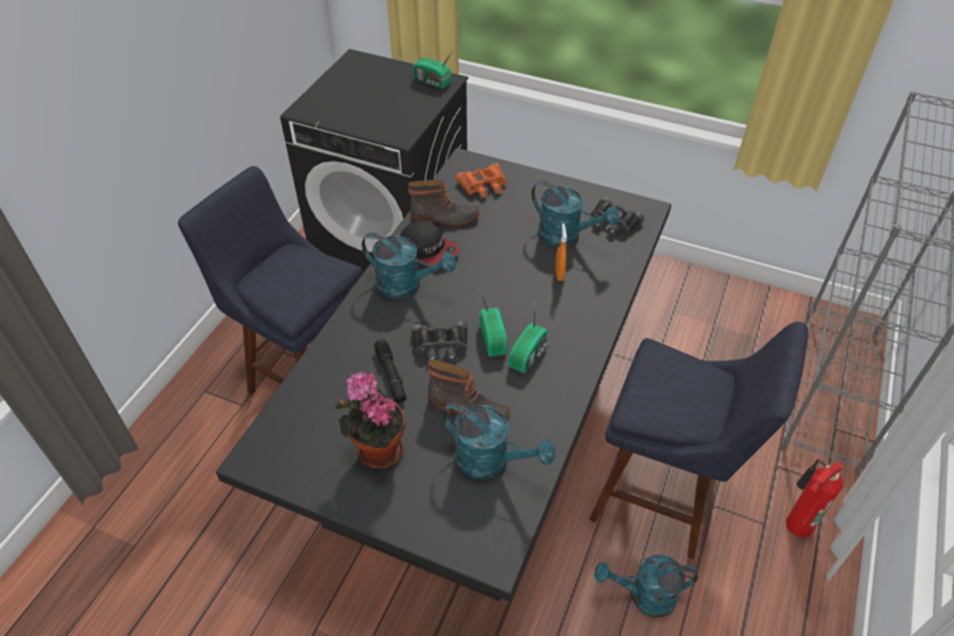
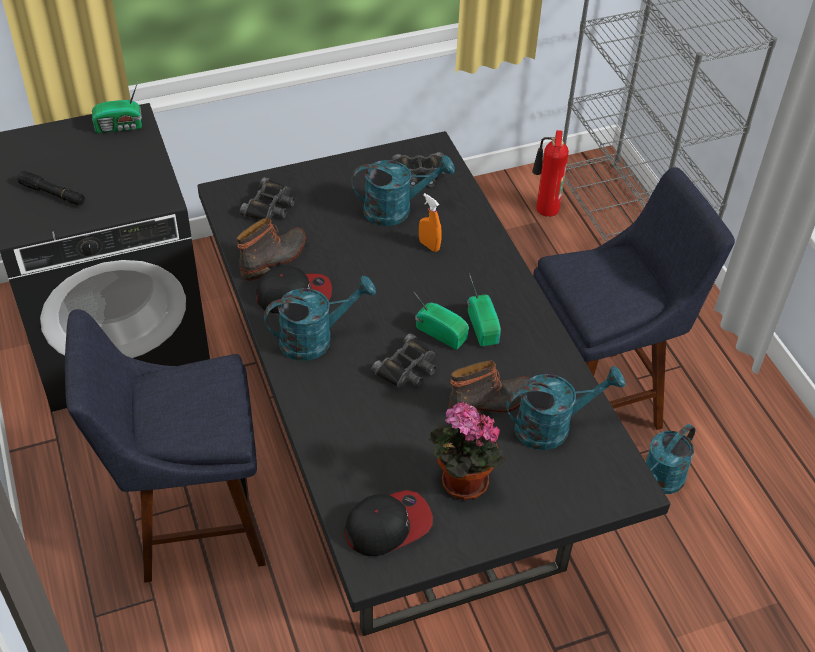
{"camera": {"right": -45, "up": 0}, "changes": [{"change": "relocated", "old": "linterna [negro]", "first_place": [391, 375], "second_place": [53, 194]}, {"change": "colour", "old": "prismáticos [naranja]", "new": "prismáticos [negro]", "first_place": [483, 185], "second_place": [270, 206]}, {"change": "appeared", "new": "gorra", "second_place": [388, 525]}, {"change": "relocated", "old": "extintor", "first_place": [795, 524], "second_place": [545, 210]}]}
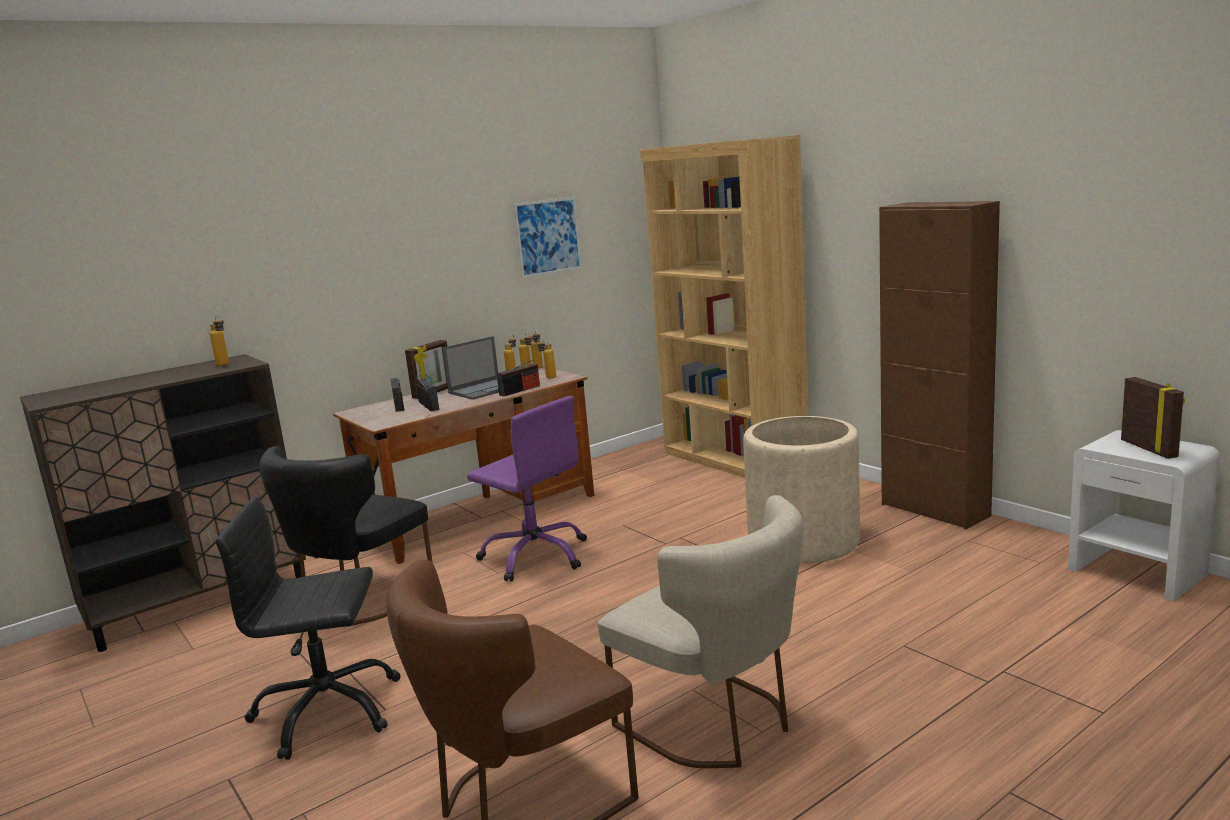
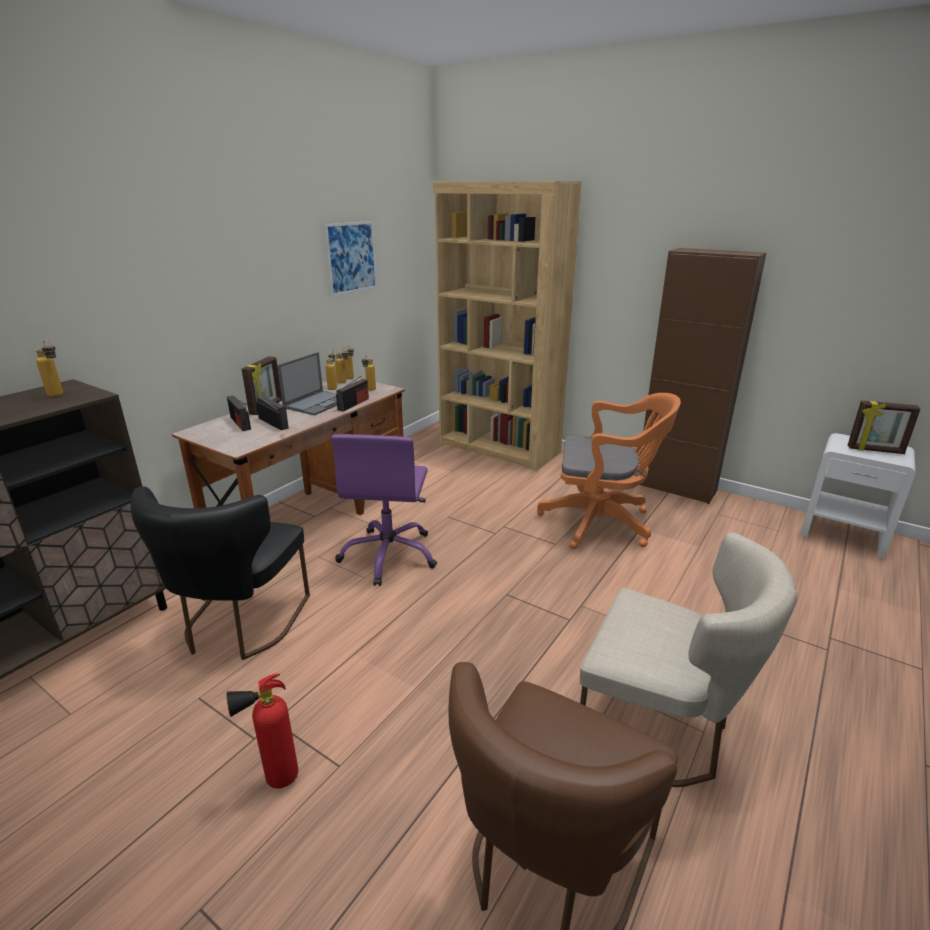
{"camera": {"right": -20, "up": 10}, "changes": [{"change": "exchanged", "old": "silla de oficina [negro]", "new": "extintor", "first_place": [326, 711], "second_place": [274, 780]}, {"change": "spun", "old": "silla de oficina [morado]", "first_place": [535, 556], "second_place": [389, 555], "degrees": 75}, {"change": "exchanged", "old": "maceta [beis]", "new": "silla de oficina [naranja]", "first_place": [803, 541], "second_place": [602, 523]}, {"change": "spun", "old": "portarretratos", "first_place": [1149, 449], "second_place": [875, 450], "degrees": 135}]}
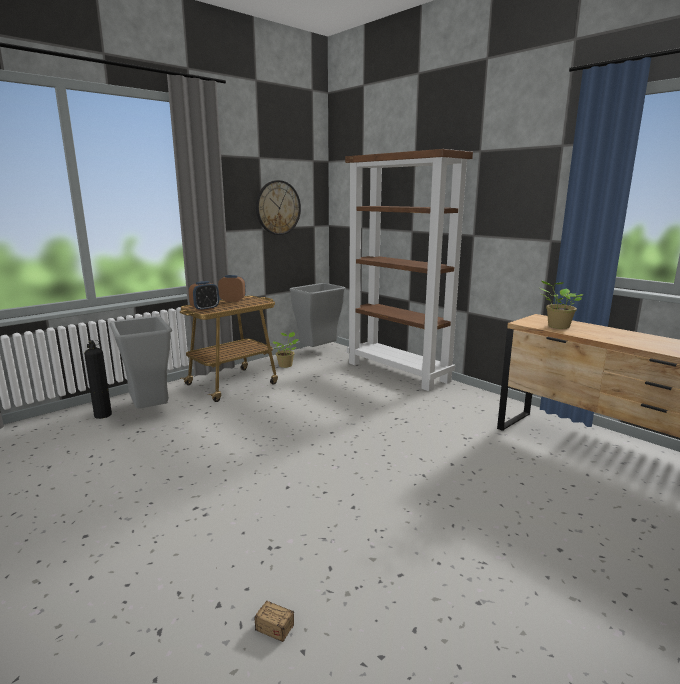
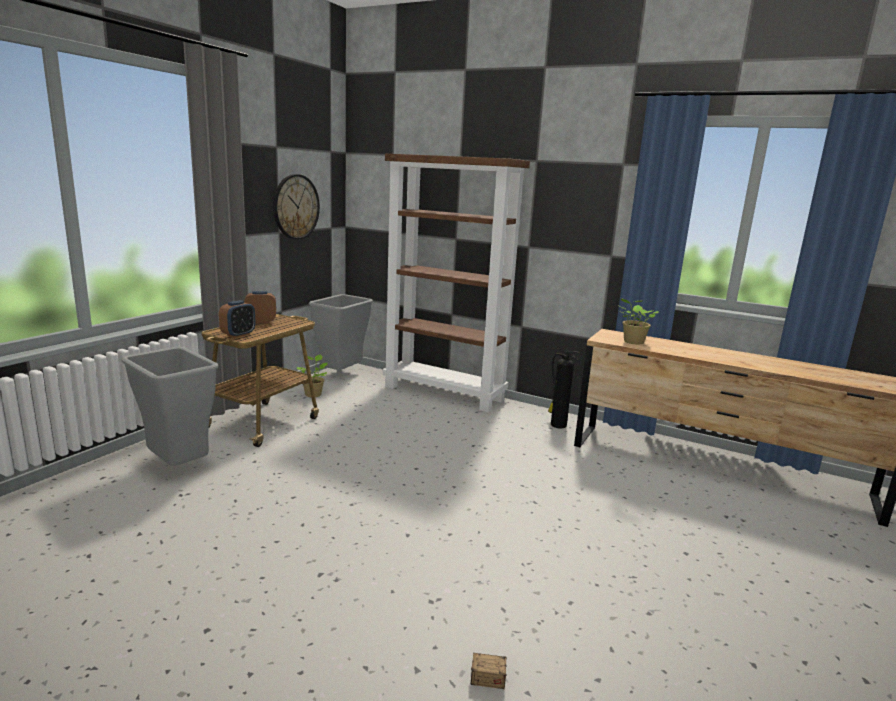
{"camera": {"right": -20, "up": 0}, "changes": [{"change": "relocated", "old": "extintor", "first_place": [103, 414], "second_place": [557, 425]}]}
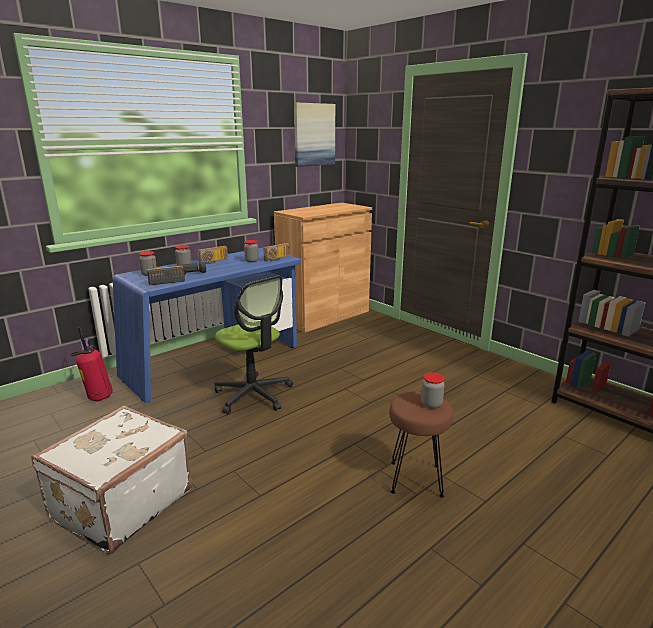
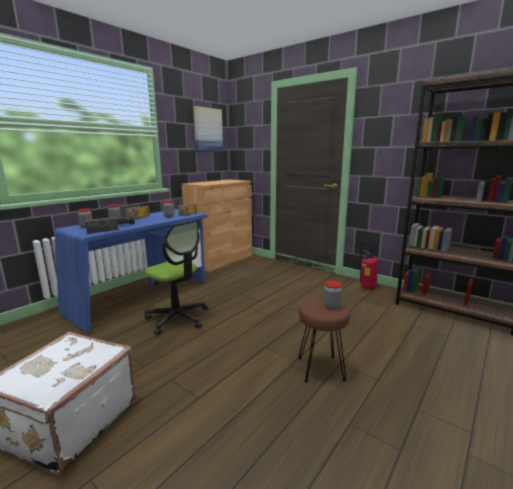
{"camera": {"right": -10, "up": -5}, "changes": [{"change": "relocated", "old": "extintor", "first_place": [98, 398], "second_place": [366, 288]}]}
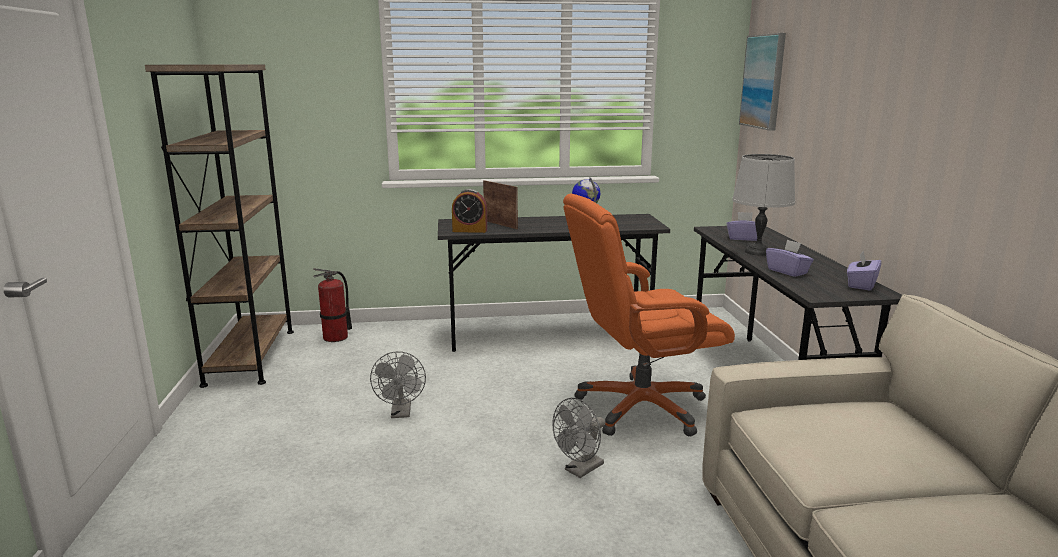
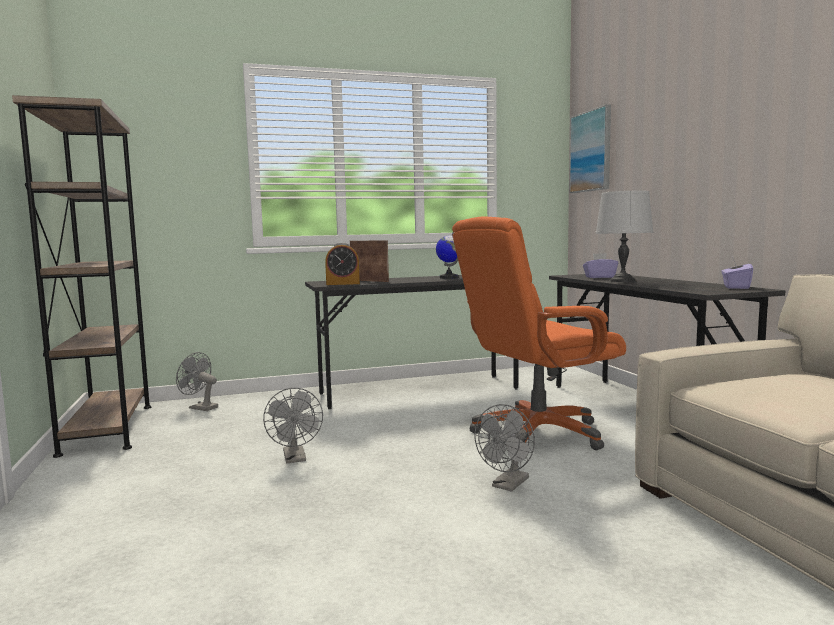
{"camera": {"right": -10, "up": -10}, "changes": [{"change": "exchanged", "old": "extintor", "new": "ventilador [gris]", "first_place": [336, 337], "second_place": [200, 408]}, {"change": "missing", "old": "caja de pañuelos [morado]", "first_place": [787, 271]}]}
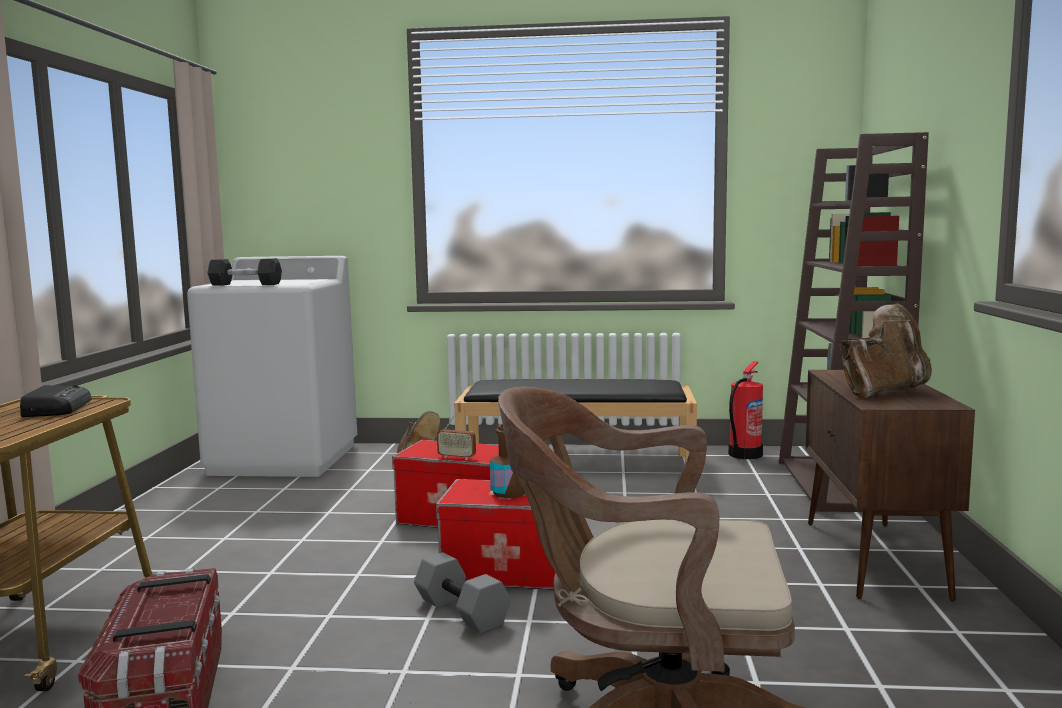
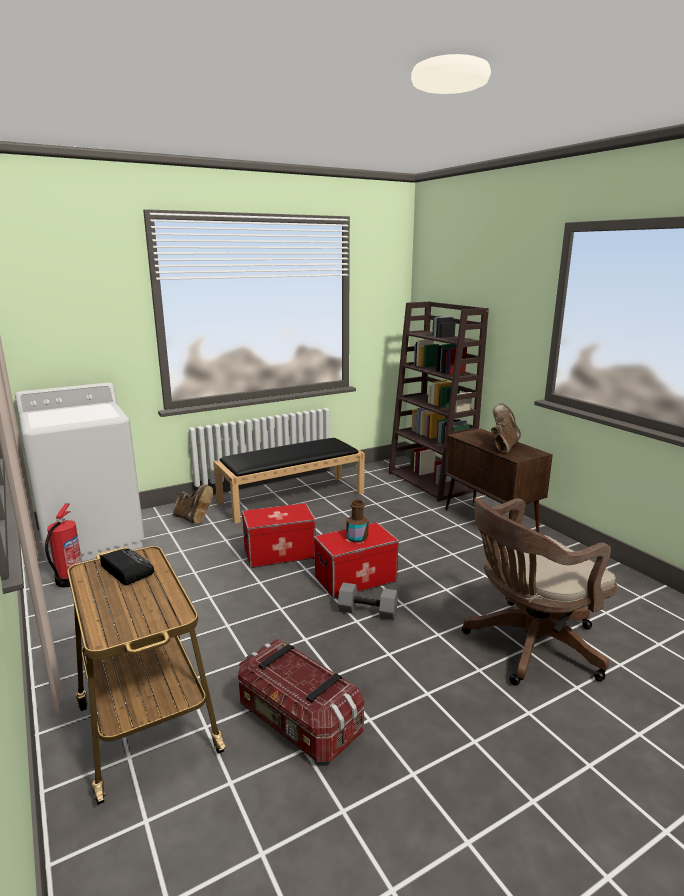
{"camera": {"right": -35, "up": 10}, "changes": [{"change": "relocated", "old": "extintor", "first_place": [744, 455], "second_place": [69, 580]}, {"change": "missing", "old": "mancuerna [gris]", "first_place": [245, 284]}, {"change": "missing", "old": "radio", "first_place": [457, 457]}]}
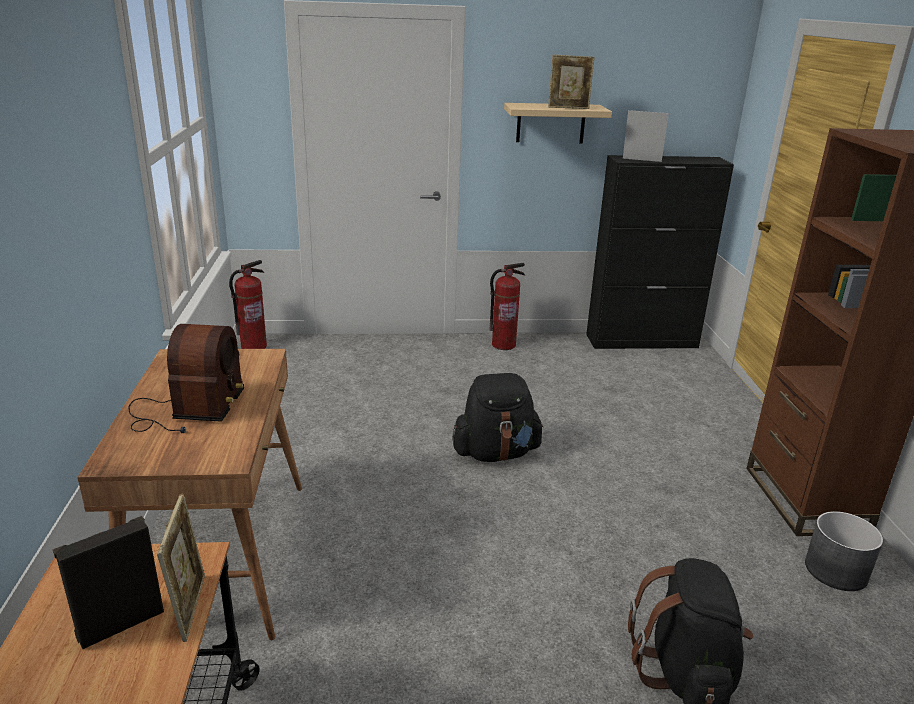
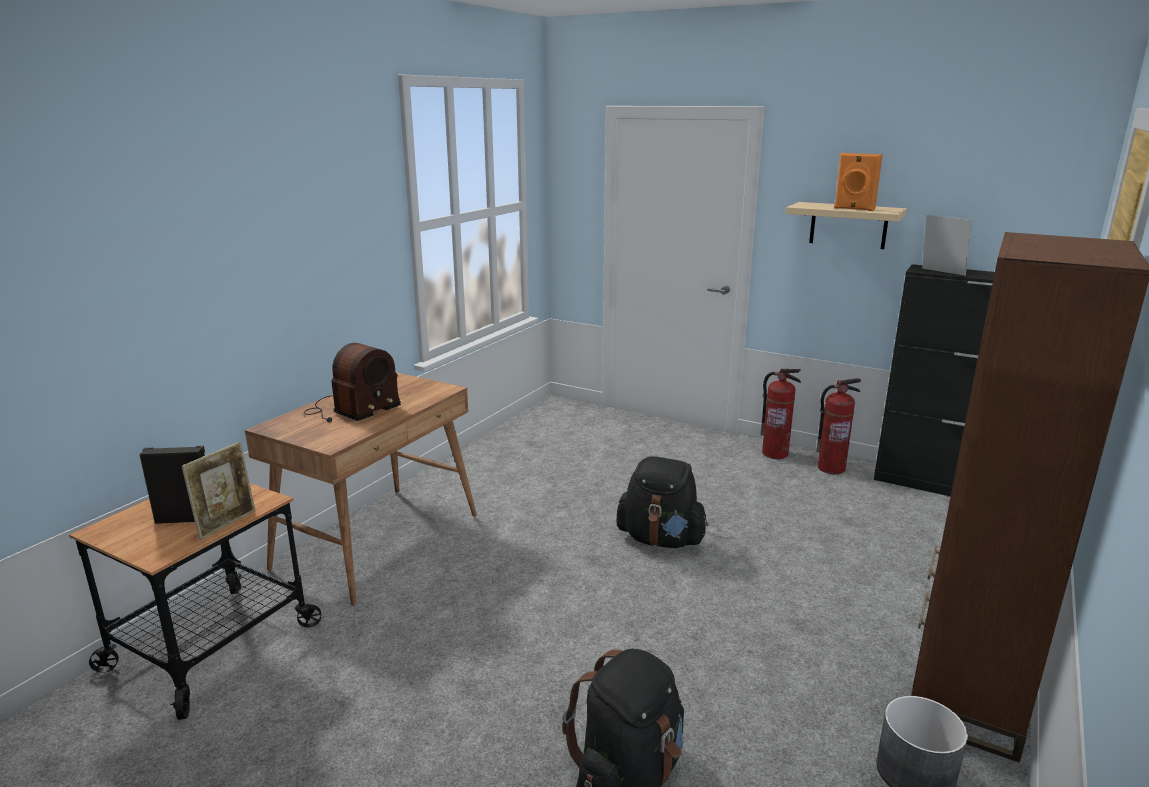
{"camera": {"right": 35, "up": -5}, "changes": [{"change": "relocated", "old": "extintor", "first_place": [254, 347], "second_place": [831, 468]}, {"change": "exchanged", "old": "portarretratos", "new": "altavoz [naranja]", "first_place": [568, 108], "second_place": [853, 209]}]}
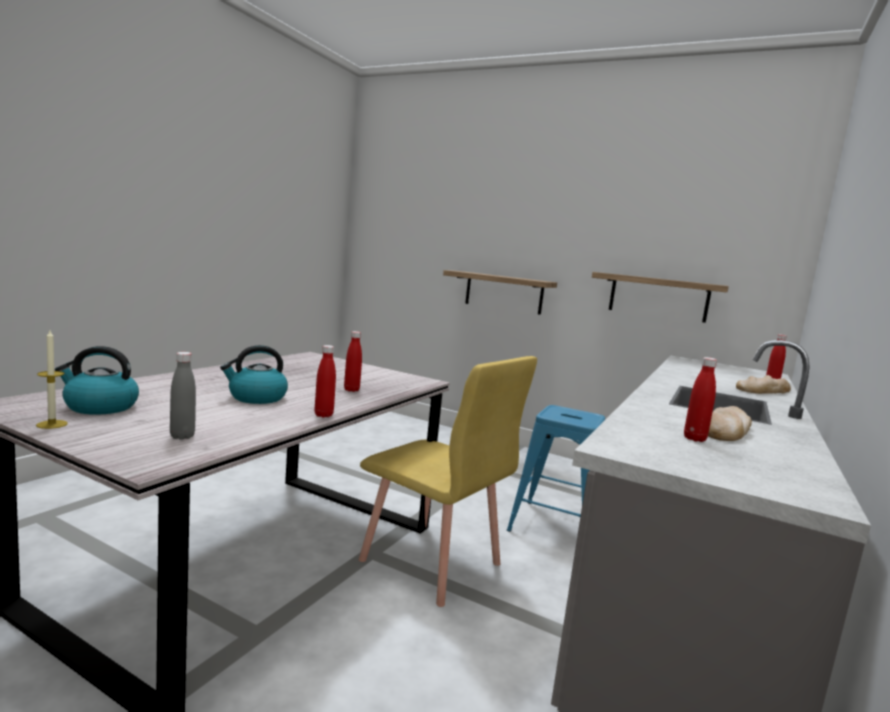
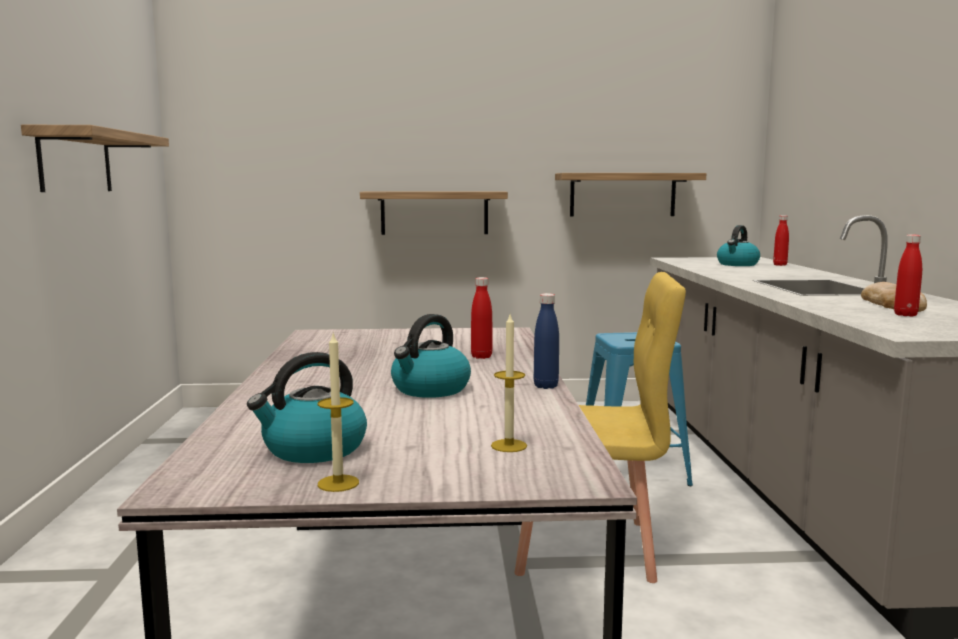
{"camera": {"right": -30, "up": 0}, "changes": [{"change": "appeared", "new": "estante", "second_place": [75, 162]}, {"change": "exchanged", "old": "botella [gris]", "new": "vela", "first_place": [182, 436], "second_place": [509, 446]}, {"change": "colour", "old": "botella [rojo]", "new": "botella [azul]", "first_place": [323, 415], "second_place": [546, 386]}, {"change": "appeared", "new": "hervidor", "second_place": [737, 264]}, {"change": "missing", "old": "pan", "first_place": [763, 390]}]}
